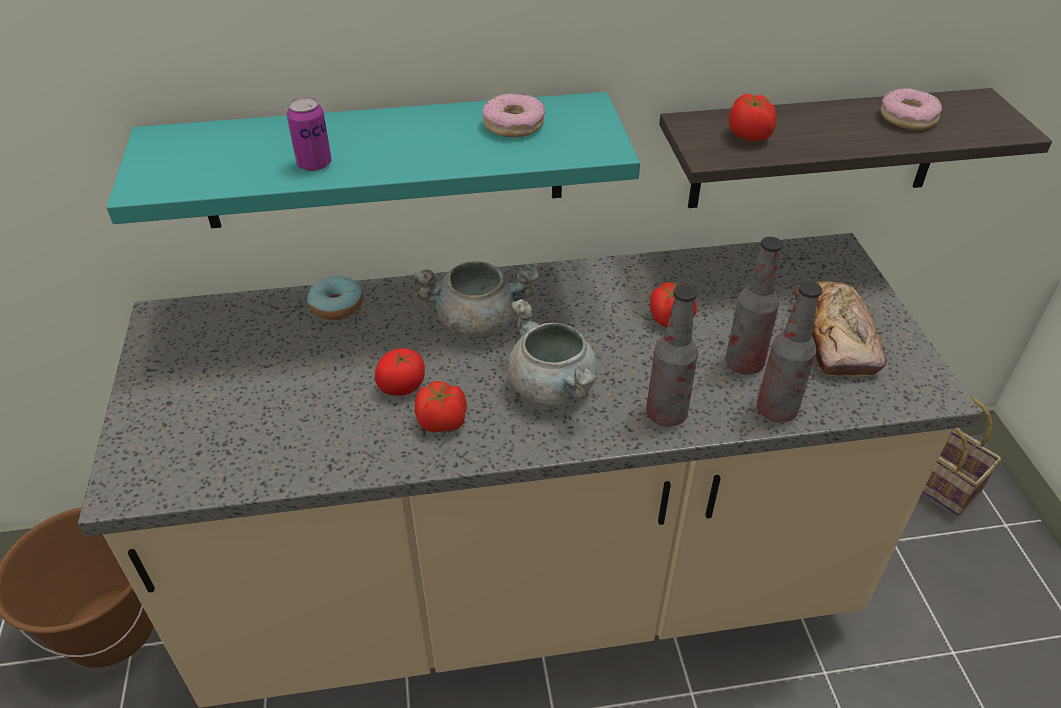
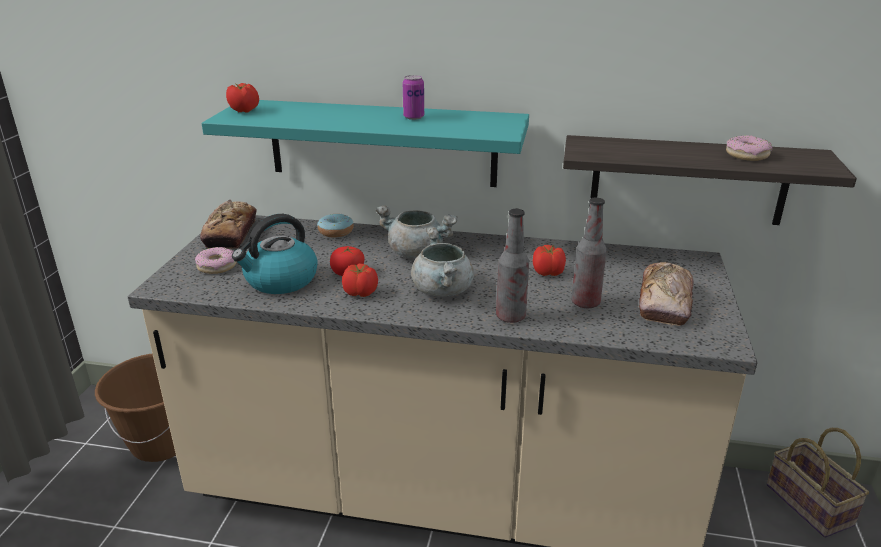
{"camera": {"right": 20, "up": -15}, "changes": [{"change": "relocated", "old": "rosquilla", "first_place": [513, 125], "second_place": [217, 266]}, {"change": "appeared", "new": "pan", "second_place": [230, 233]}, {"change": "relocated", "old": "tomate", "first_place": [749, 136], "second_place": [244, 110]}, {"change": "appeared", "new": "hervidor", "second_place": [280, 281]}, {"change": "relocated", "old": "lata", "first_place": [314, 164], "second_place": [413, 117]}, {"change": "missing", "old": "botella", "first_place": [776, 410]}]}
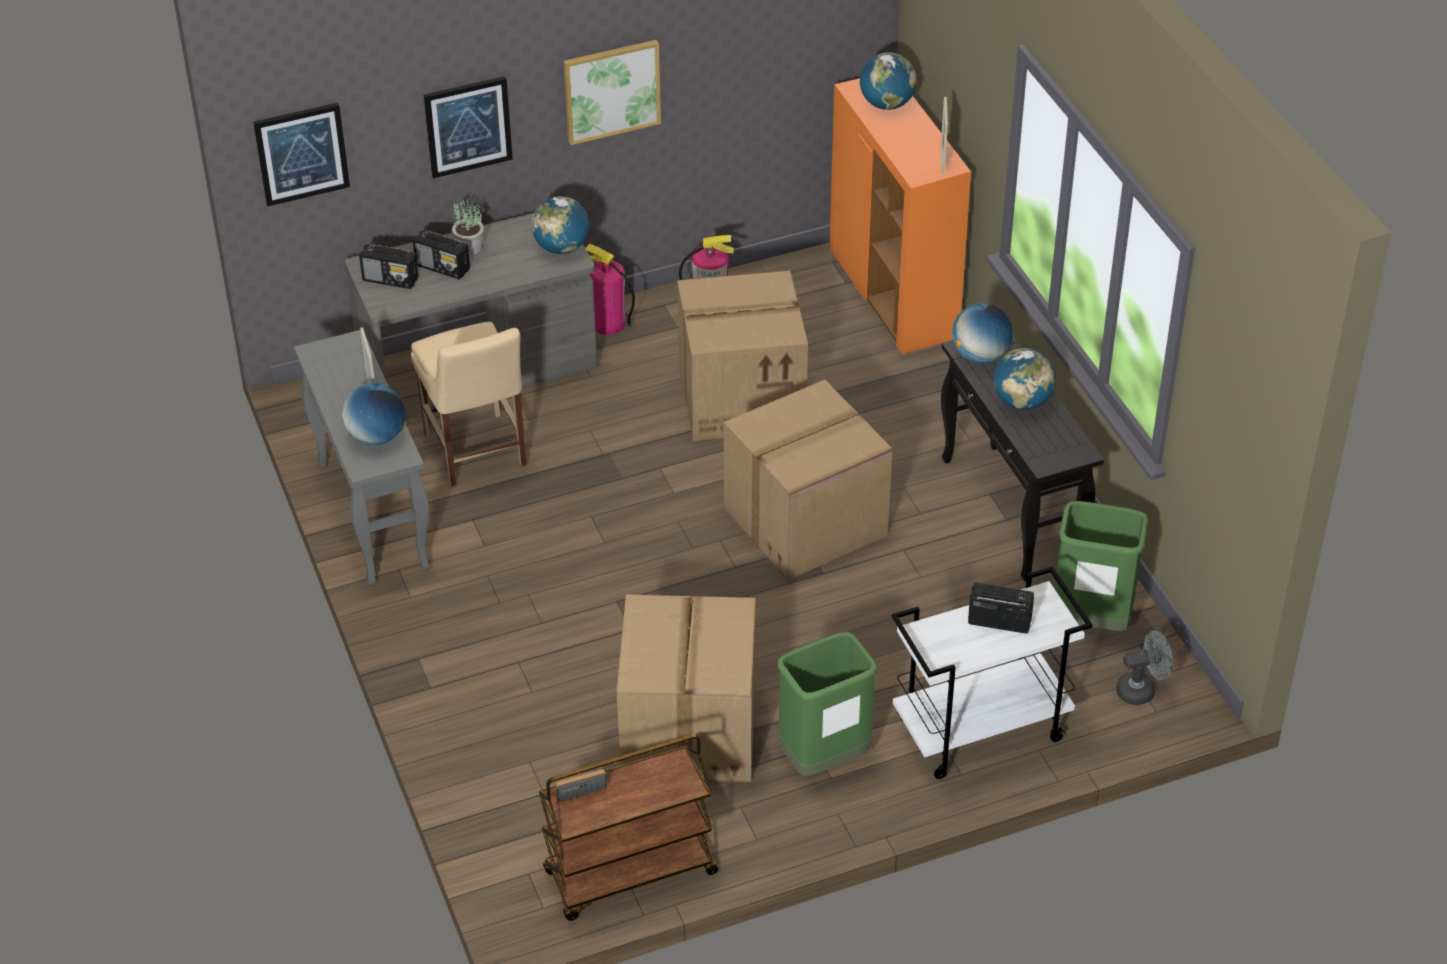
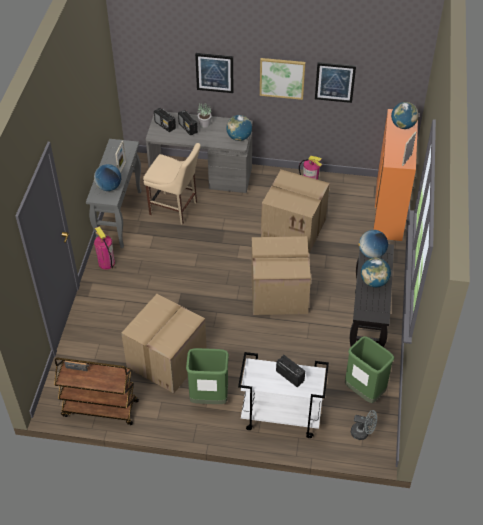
{"camera": {"right": 30, "up": 5}, "changes": [{"change": "relocated", "old": "extintor", "first_place": [608, 323], "second_place": [106, 263]}, {"change": "spun", "old": "silla [beis]", "first_place": [476, 453], "second_place": [175, 209], "degrees": -75}, {"change": "relocated", "old": "cuadro", "first_place": [301, 153], "second_place": [335, 82]}]}
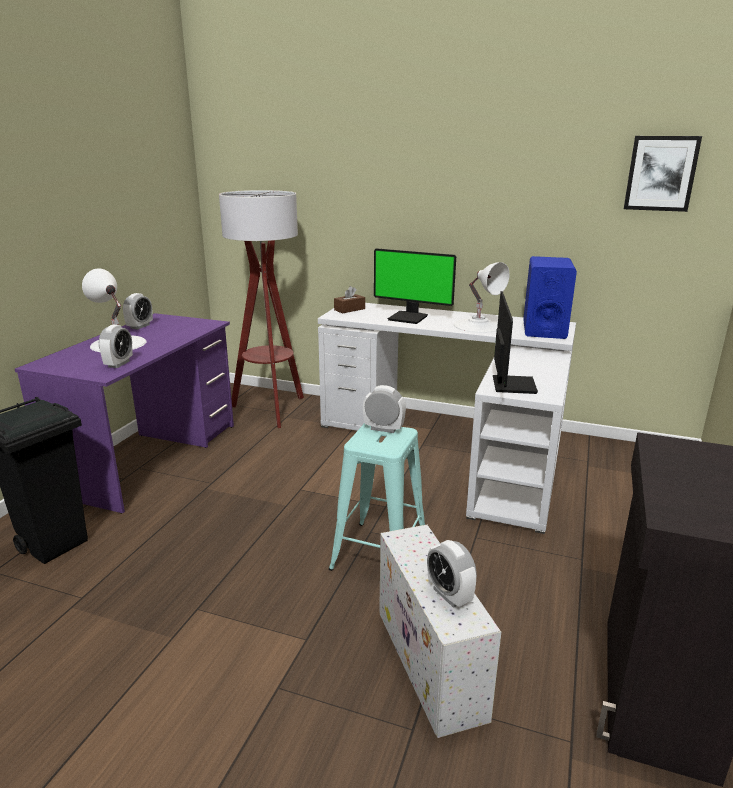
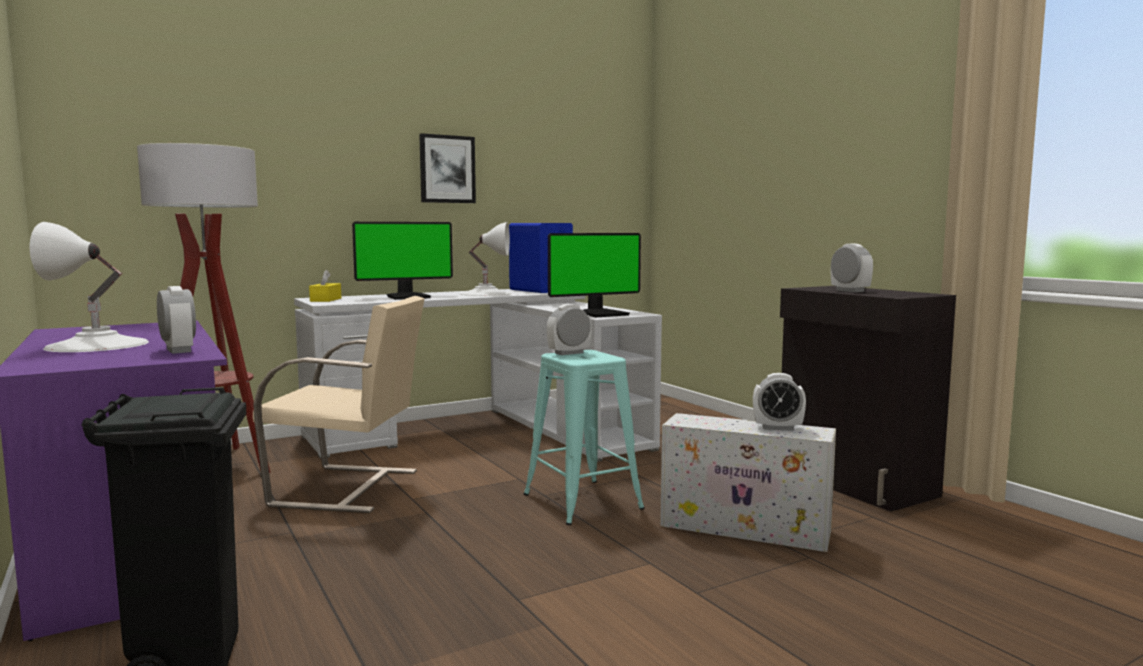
{"camera": {"right": -50, "up": -15}, "changes": [{"change": "appeared", "new": "silla [beis]", "second_place": [348, 488]}, {"change": "colour", "old": "caja de pañuelos [marrón]", "new": "caja de pañuelos [amarillo]", "first_place": [349, 309], "second_place": [326, 300]}, {"change": "relocated", "old": "cuadro", "first_place": [661, 173], "second_place": [447, 169]}, {"change": "spun", "old": "monitor", "first_place": [511, 385], "second_place": [602, 314], "degrees": 105}, {"change": "relocated", "old": "despertador", "first_place": [140, 326], "second_place": [850, 291]}]}
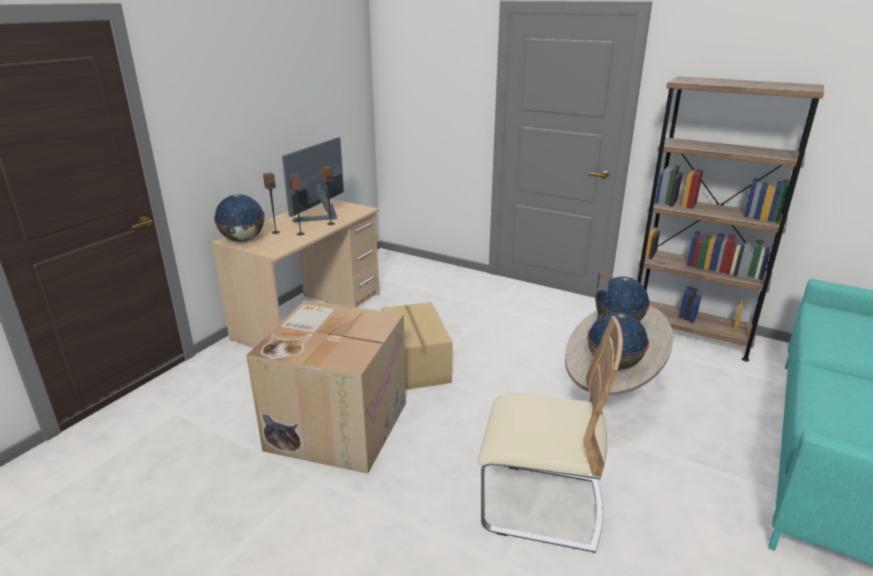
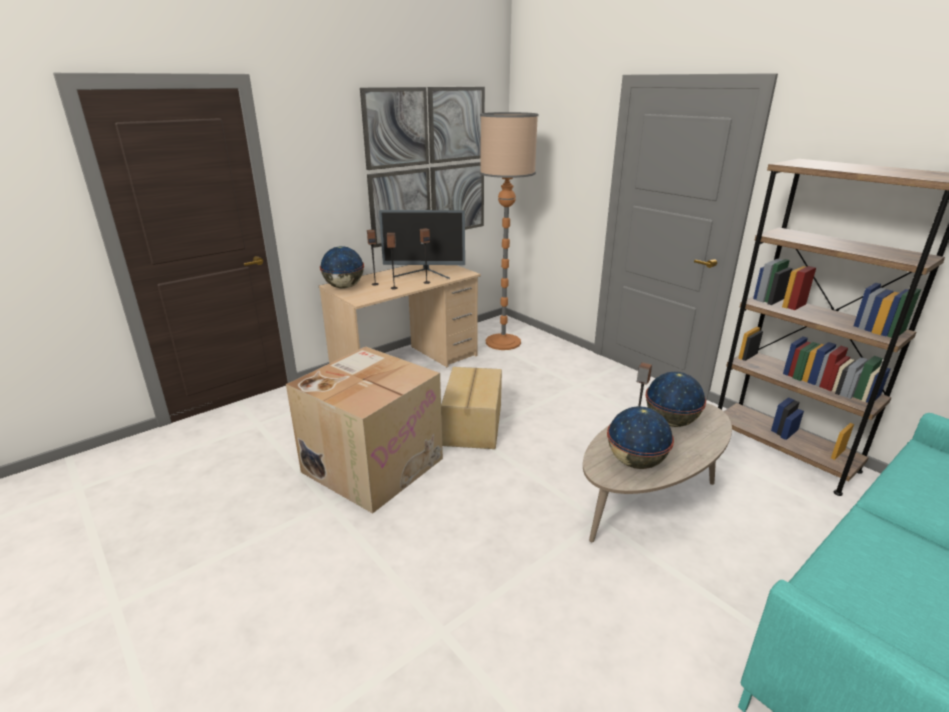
{"camera": {"right": 20, "up": 0}, "changes": [{"change": "appeared", "new": "cuadro", "second_place": [428, 165]}, {"change": "spun", "old": "monitor", "first_place": [321, 215], "second_place": [424, 274], "degrees": -135}, {"change": "appeared", "new": "lámpara de pie", "second_place": [503, 342]}, {"change": "missing", "old": "silla [beis]", "first_place": [541, 504]}]}
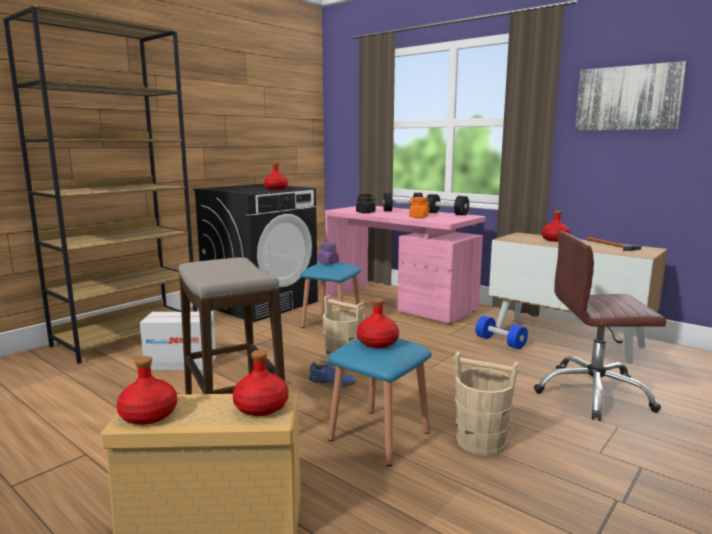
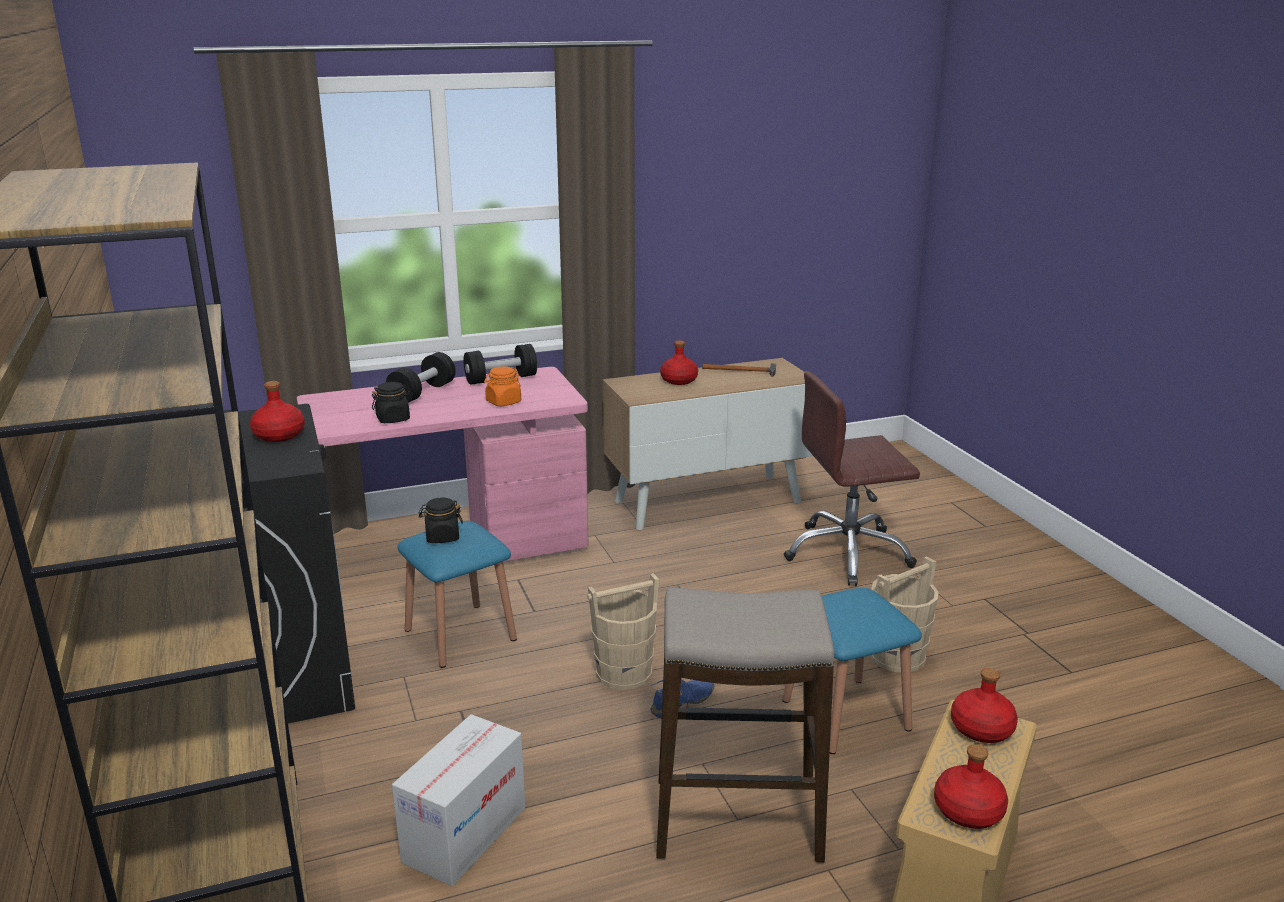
{"camera": {"right": -60, "up": 10}, "changes": [{"change": "colour", "old": "tarro [morado]", "new": "tarro [negro]", "first_place": [328, 263], "second_place": [442, 537]}, {"change": "spun", "old": "silla de oficina [marrón]", "first_place": [593, 394], "second_place": [848, 553], "degrees": 45}, {"change": "missing", "old": "botella [rojo]", "first_place": [378, 342]}, {"change": "missing", "old": "mancuerna [azul]", "first_place": [500, 342]}, {"change": "missing", "old": "cuadro", "first_place": [628, 98]}]}
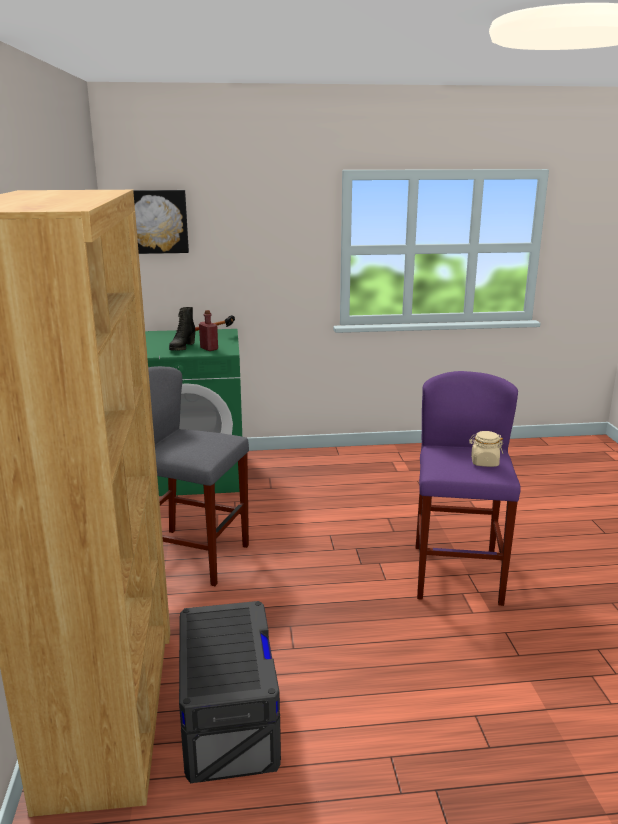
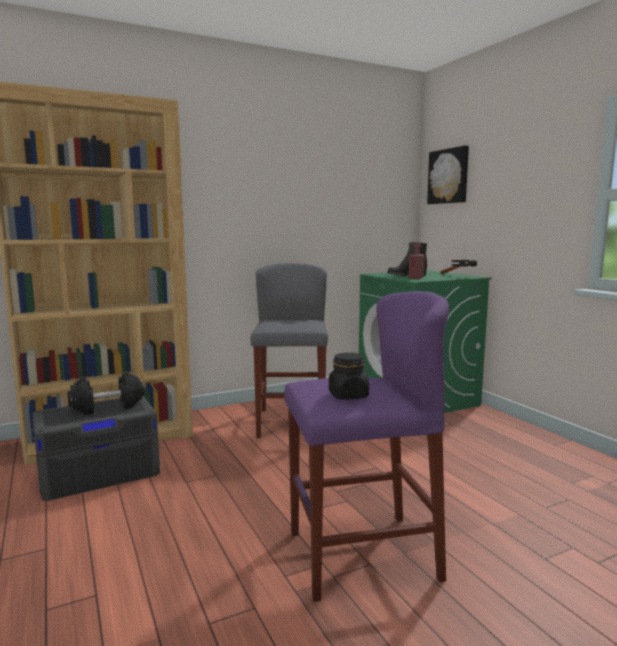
{"camera": {"right": 70, "up": -10}, "changes": [{"change": "appeared", "new": "mancuerna [negro]", "second_place": [107, 407]}, {"change": "colour", "old": "tarro [beis]", "new": "tarro [negro]", "first_place": [484, 462], "second_place": [348, 395]}]}
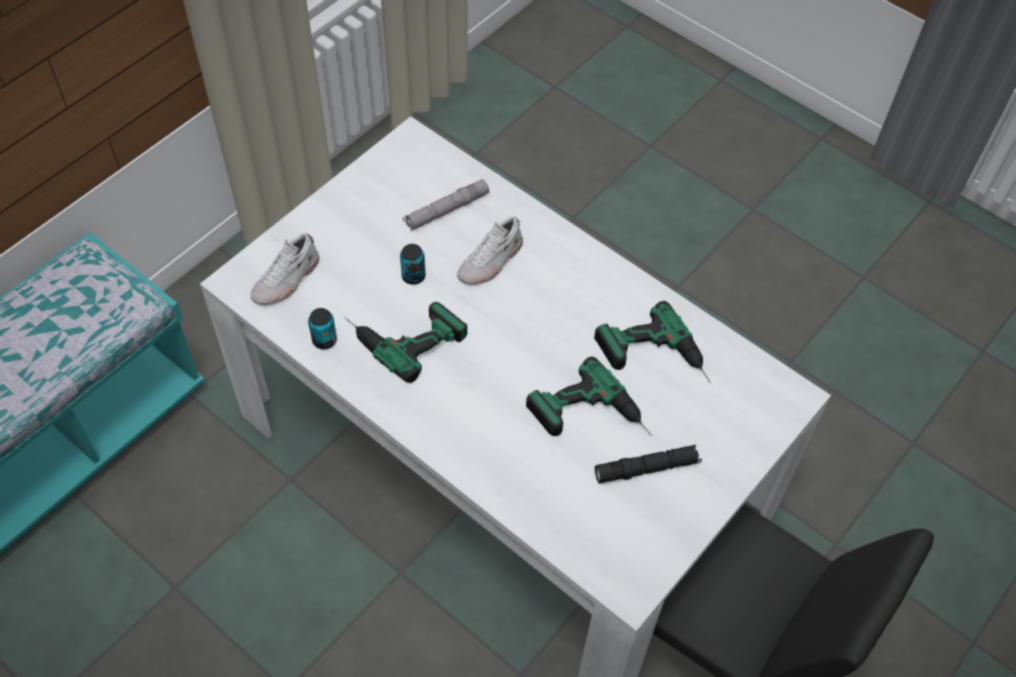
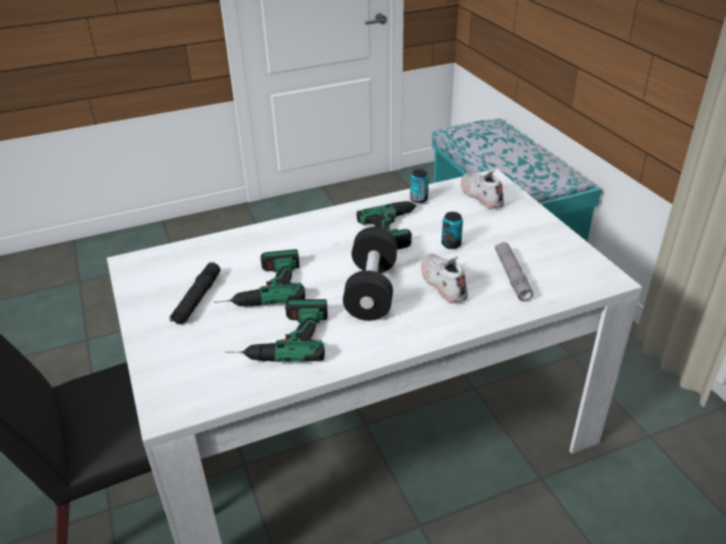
{"camera": {"right": 120, "up": -20}, "changes": [{"change": "appeared", "new": "mancuerna [negro]", "second_place": [371, 290]}]}
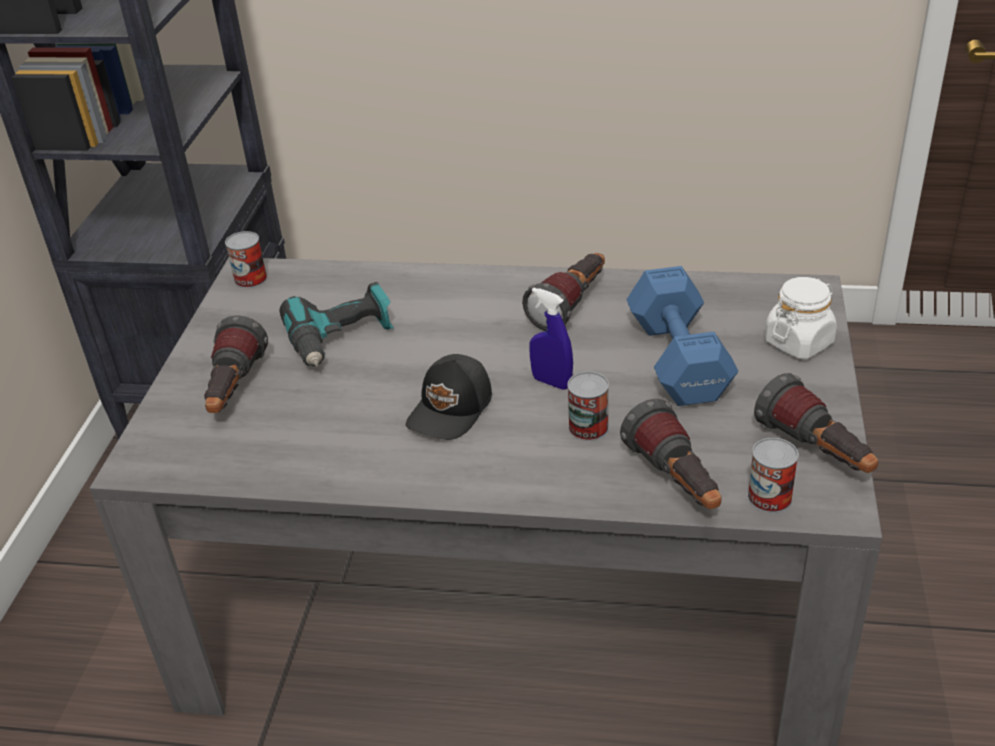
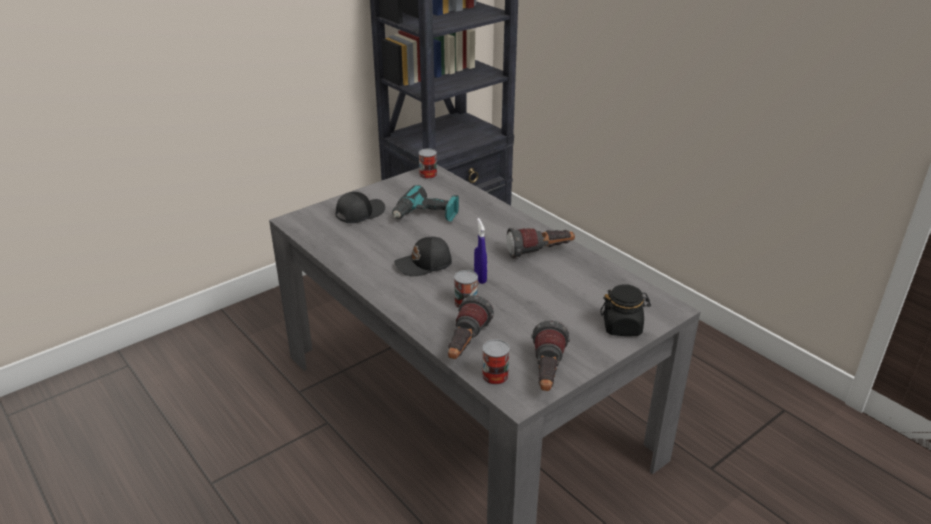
{"camera": {"right": 40, "up": -5}, "changes": [{"change": "exchanged", "old": "linterna", "new": "gorra [negro]", "first_place": [234, 391], "second_place": [359, 213]}, {"change": "colour", "old": "tarro [blanco]", "new": "tarro [negro]", "first_place": [799, 342], "second_place": [622, 327]}, {"change": "missing", "old": "mancuerna [azul]", "first_place": [678, 357]}]}
